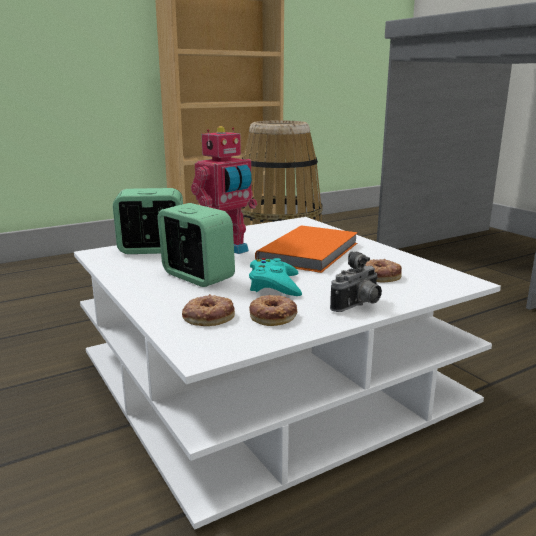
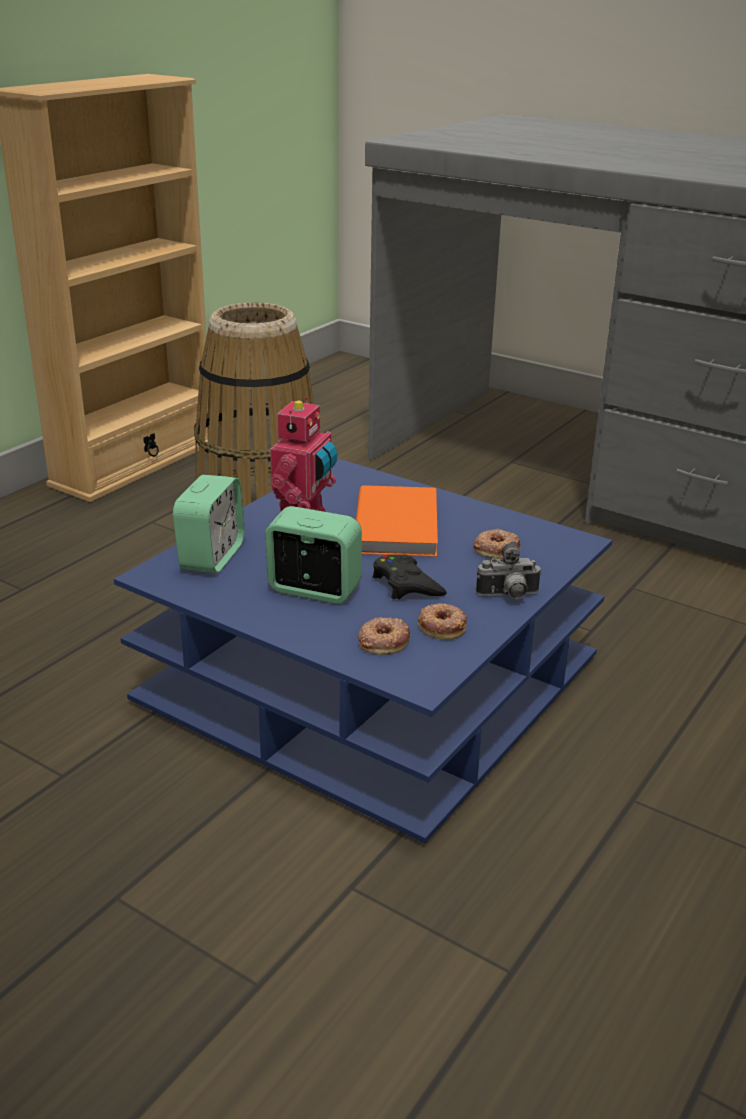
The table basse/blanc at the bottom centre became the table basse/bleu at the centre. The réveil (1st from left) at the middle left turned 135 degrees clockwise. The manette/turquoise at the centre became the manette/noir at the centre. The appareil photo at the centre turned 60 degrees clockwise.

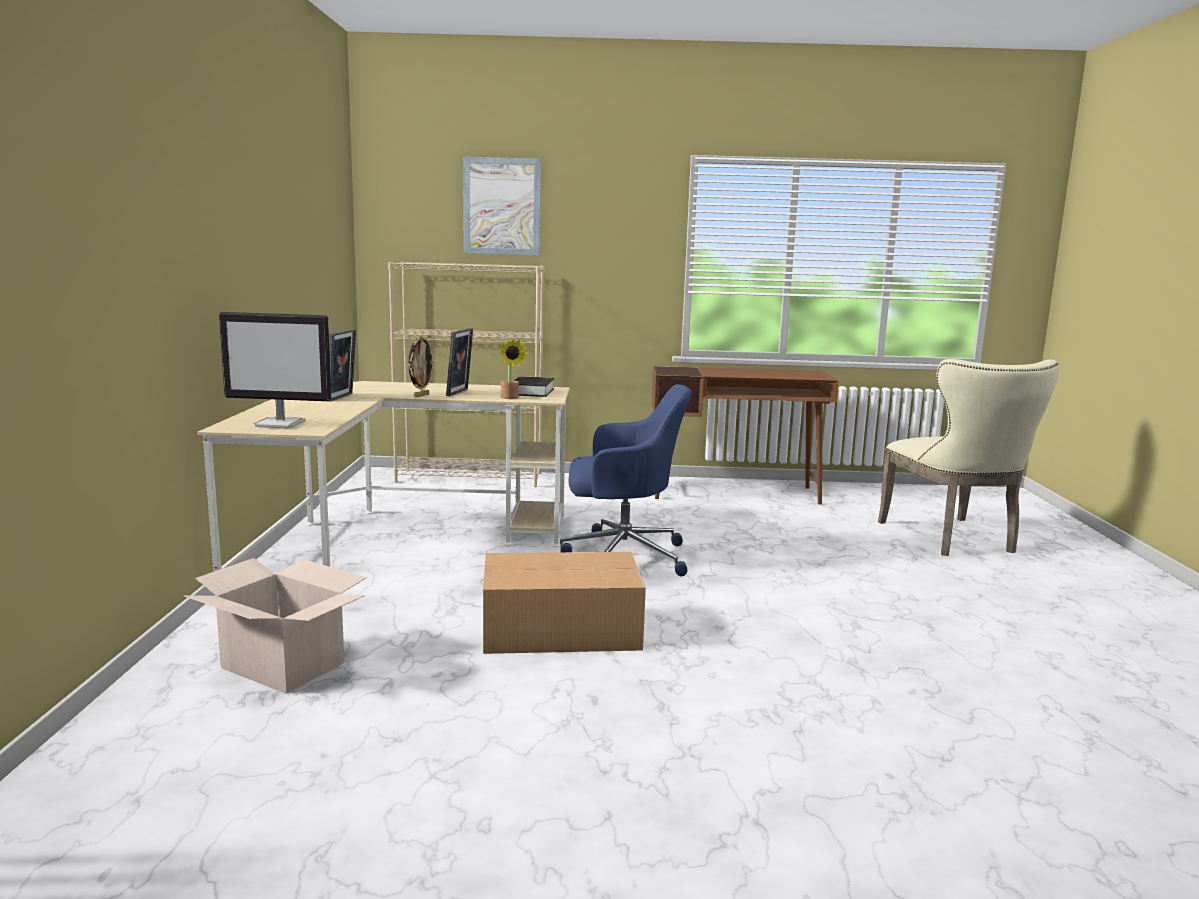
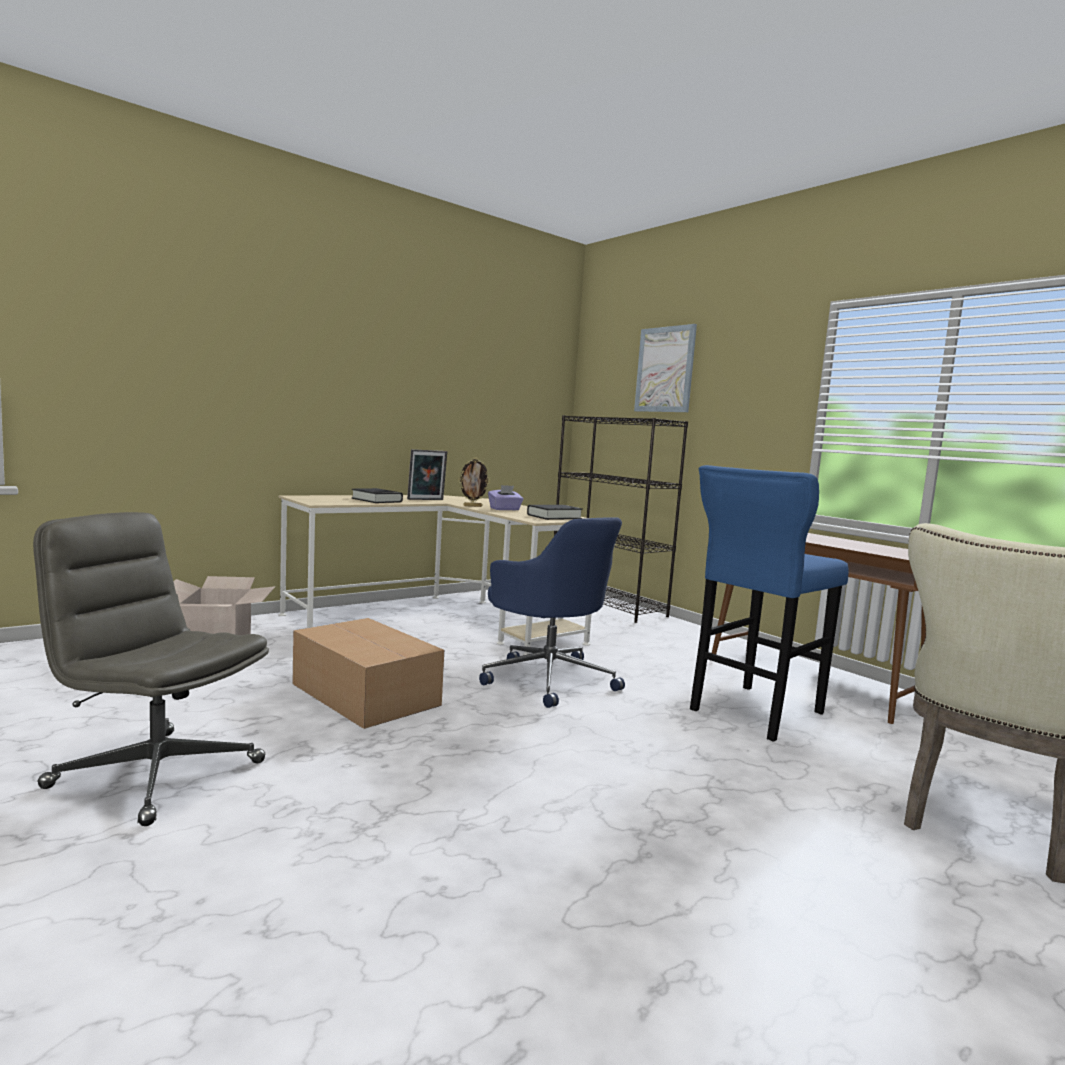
The chaise de bureau/gris at the middle left appeared. The livre/noir (1st from left) at the centre appeared. The cadre photo (3rd from left) at the centre was replaced by the boîte à mouchoirs/violet at the centre. The bibliothèque/beige at the centre became the bibliothèque/noir at the centre. The tabouret/bleu at the middle right appeared. The écran d'ordinateur at the middle left disappeared. The plante en pot at the centre disappeared.

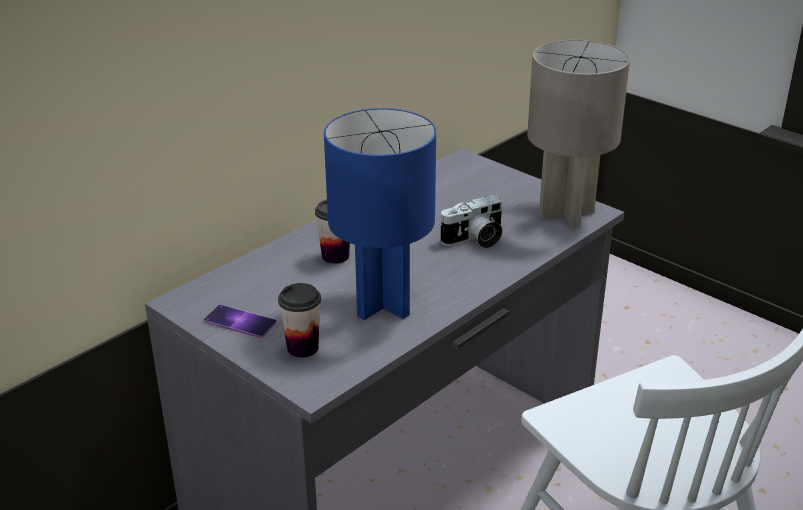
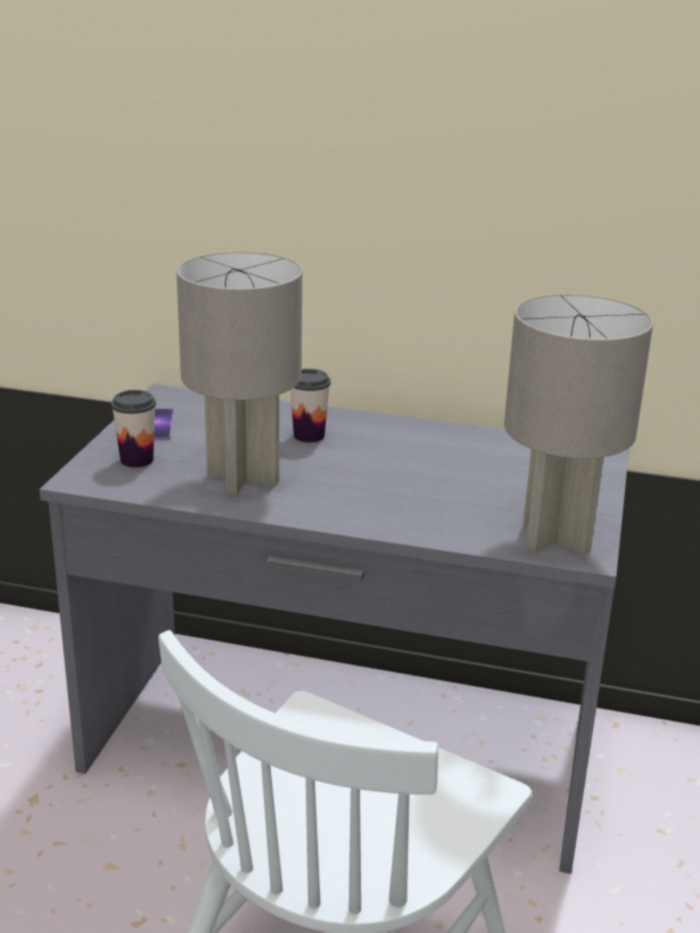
The lampe de table/bleu at the centre became the lampe de table/gris (1st from left) at the centre. The appareil photo at the centre disappeared.

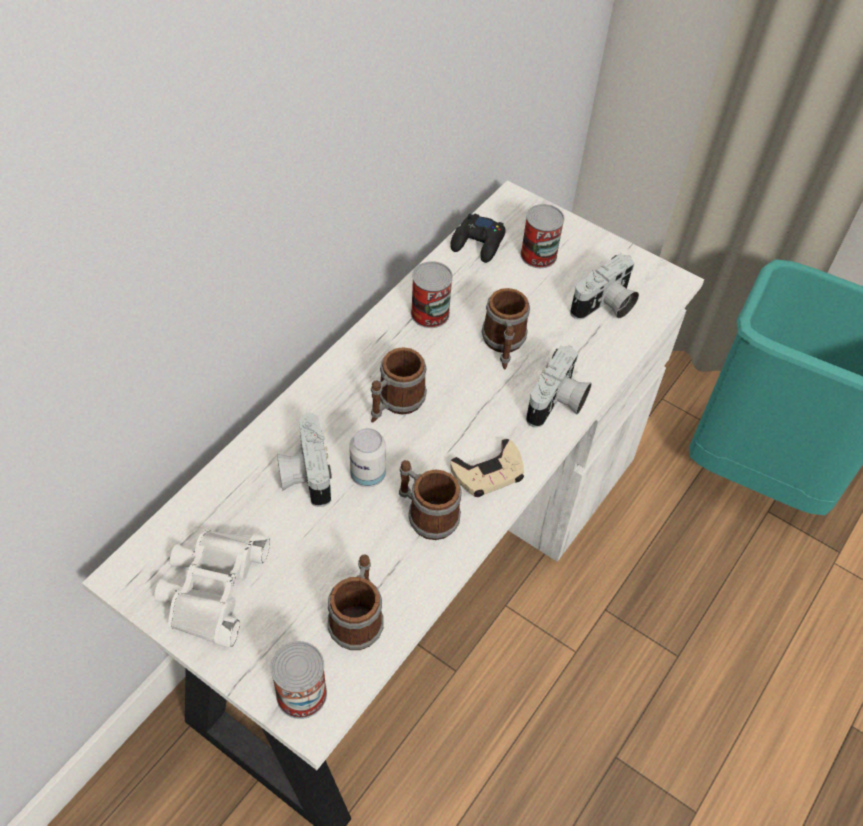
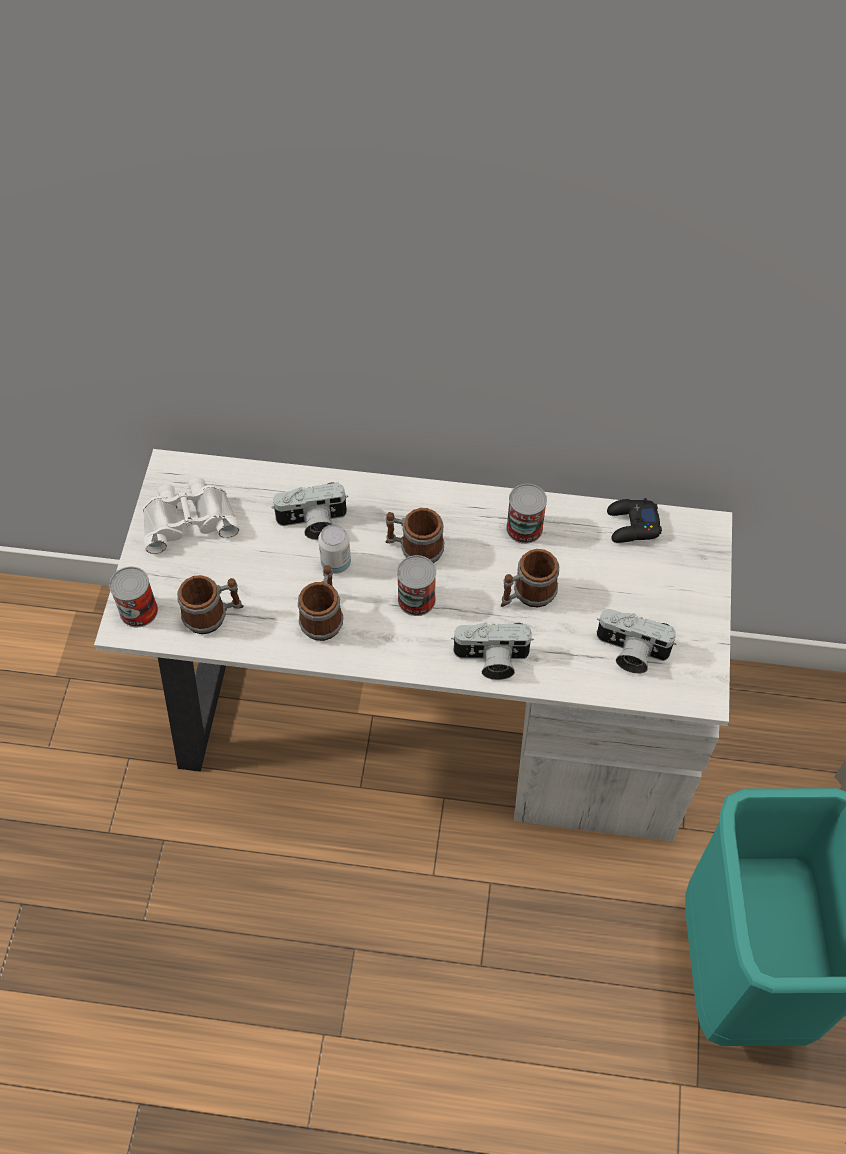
The appareil photo (1st from left) at the centre turned 150 degrees counterclockwise. The boîte métallique (4th from left in the first image) moved from the top centre to the centre. The manette/beige at the centre disappeared.

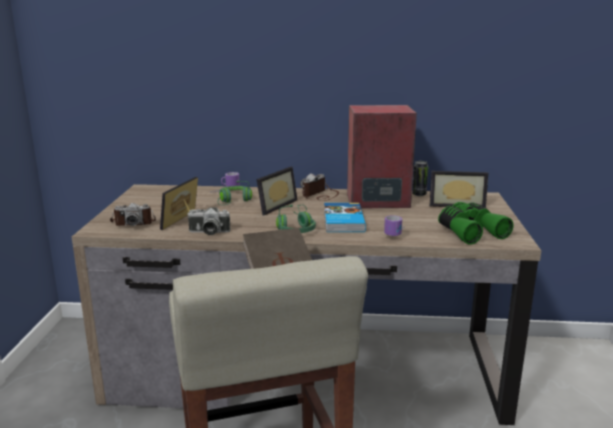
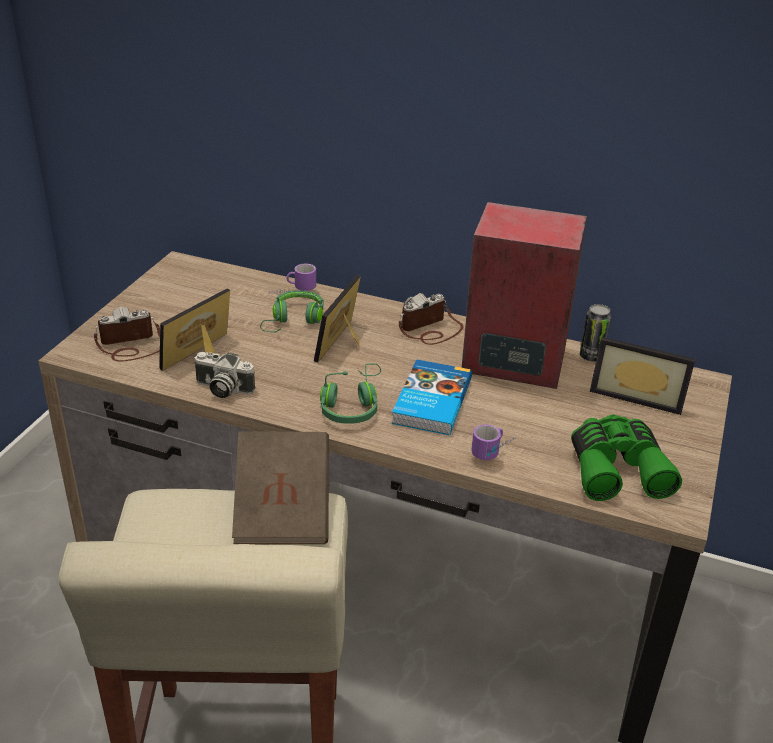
The appareil photo (1st from left) at the middle left turned 150 degrees clockwise. The cadre photo (2nd from left) at the centre turned 150 degrees clockwise.

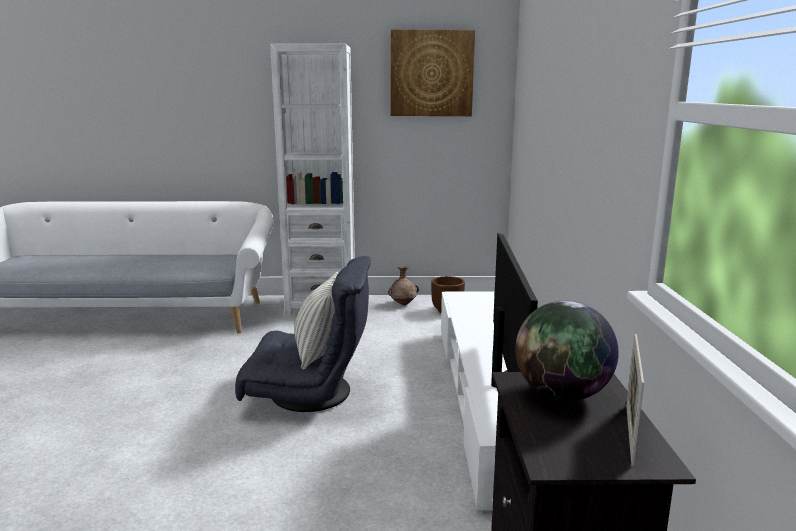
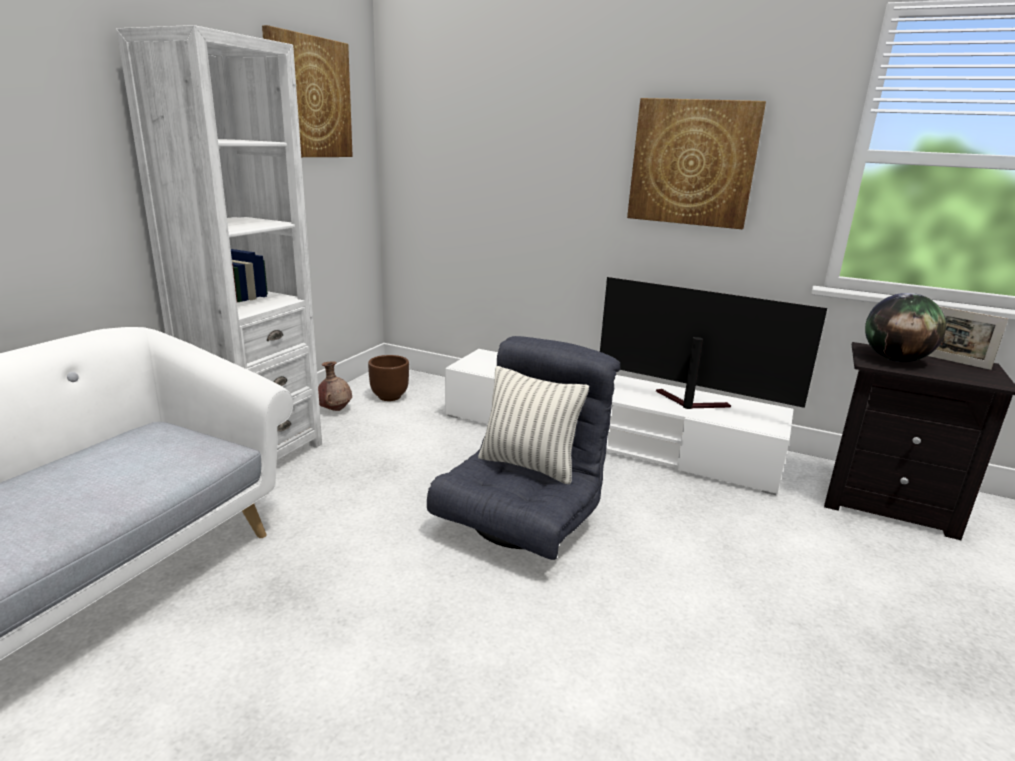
The tableau (2nd from left) at the top right appeared.

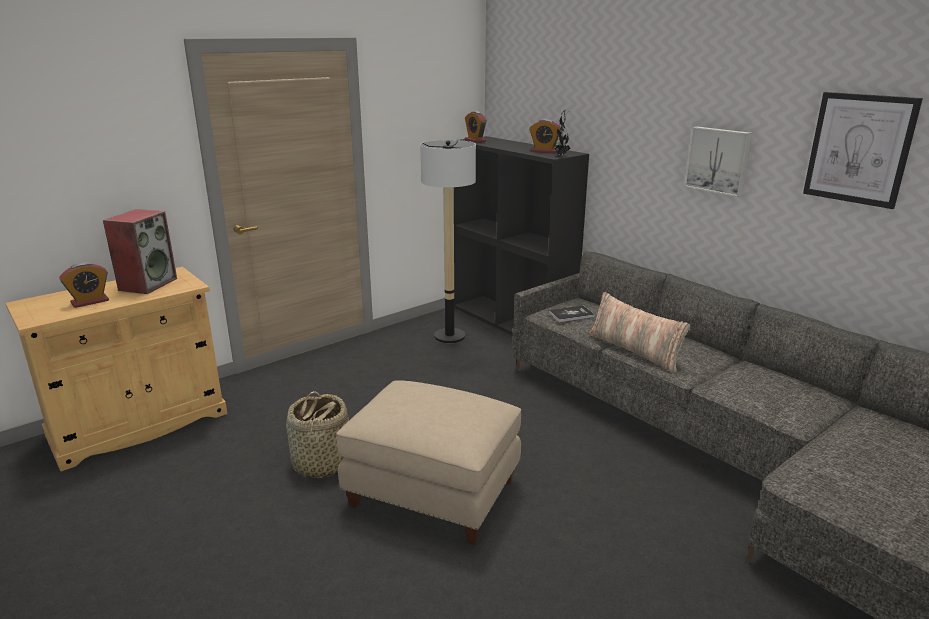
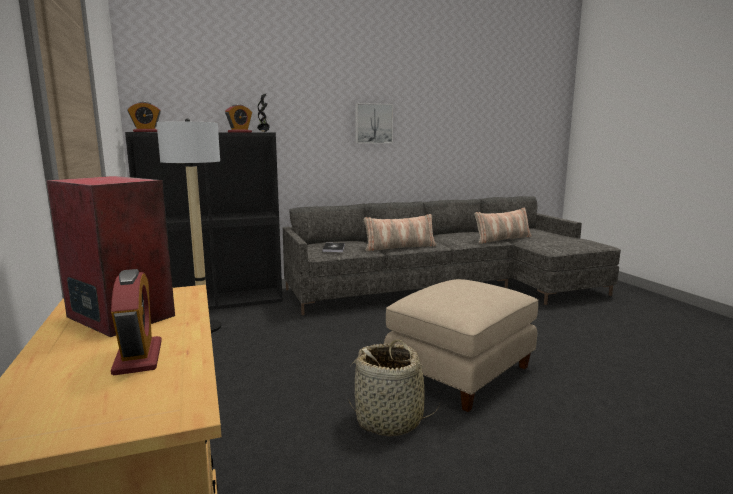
The coussin (2nd from left) at the middle right appeared. The tableau (2nd from left) at the top right disappeared.

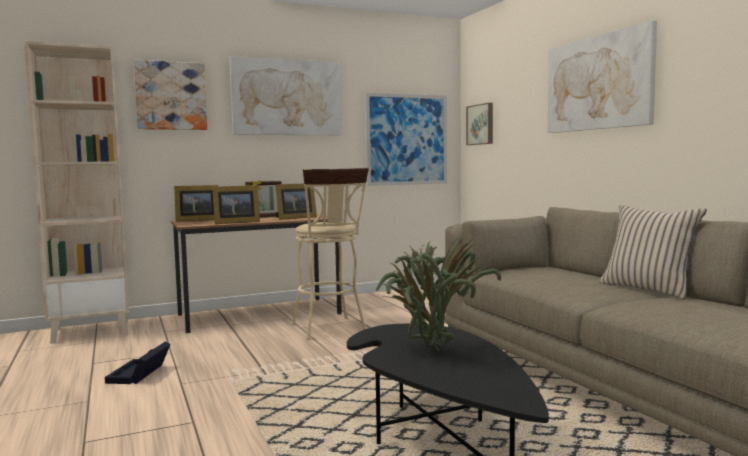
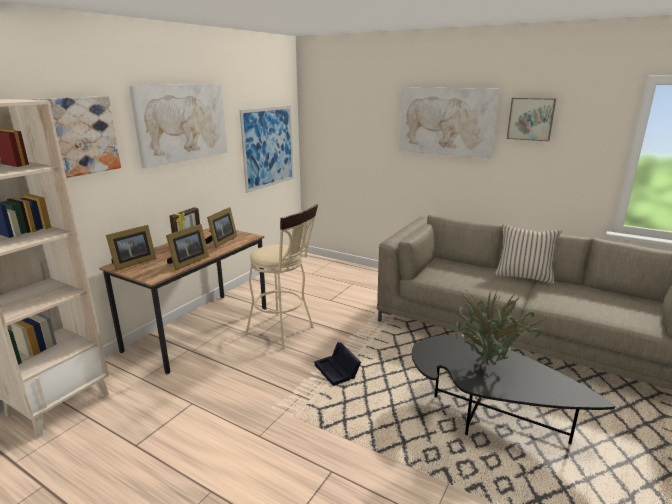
The boîte de rangement/noir moved from the bottom left to the bottom centre. The tableau (4th from left in the first image) moved from the top centre to the top right.

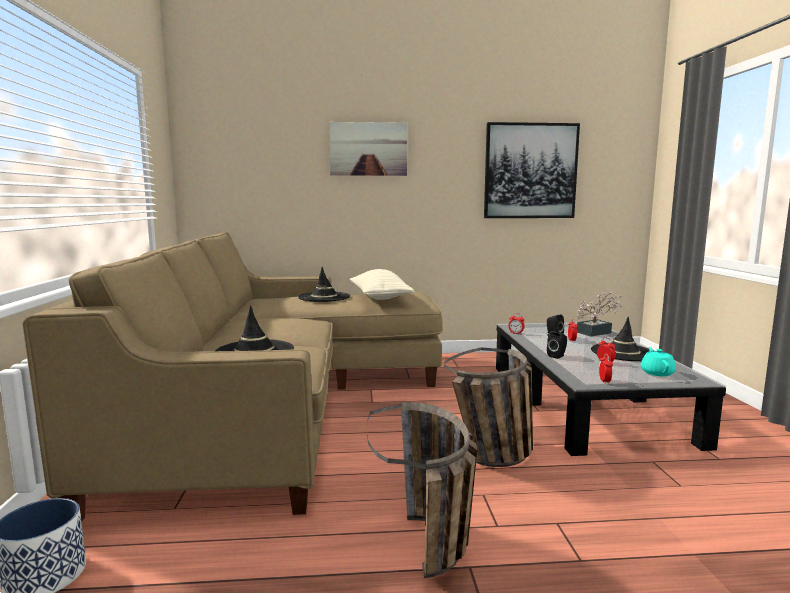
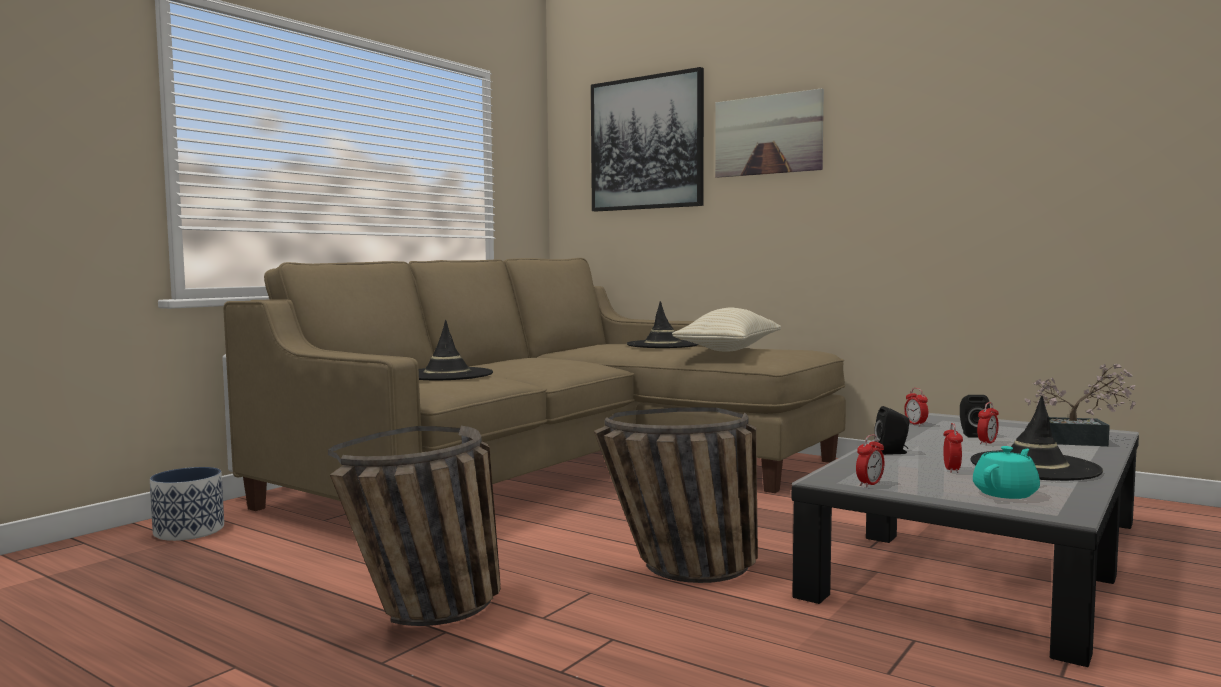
The tableau (2nd from left in the first image) moved from the top right to the top centre.

